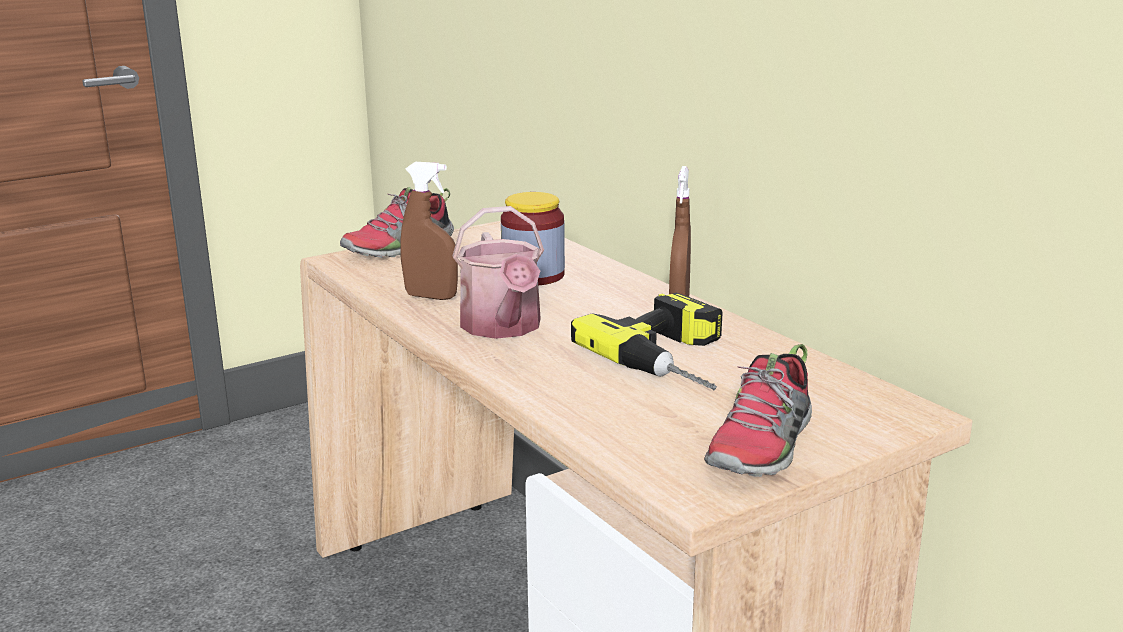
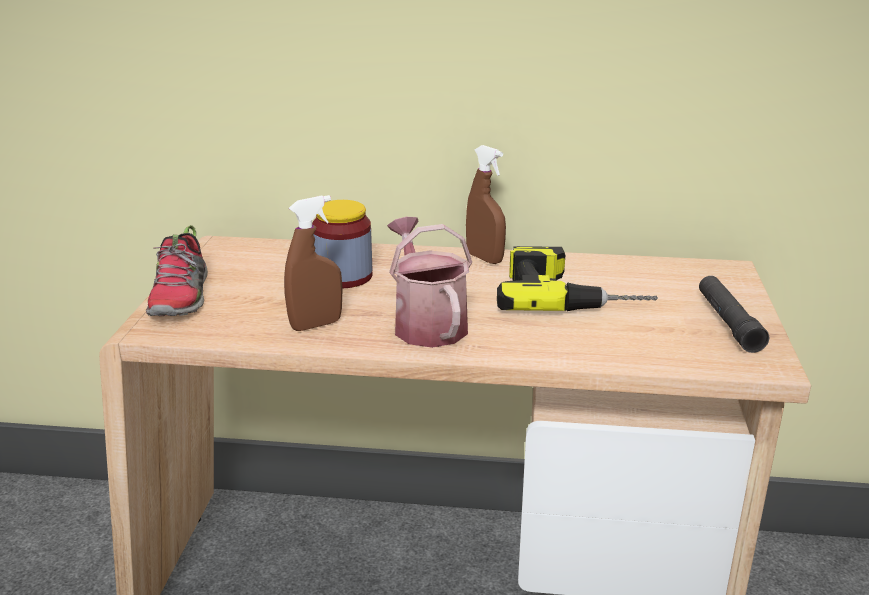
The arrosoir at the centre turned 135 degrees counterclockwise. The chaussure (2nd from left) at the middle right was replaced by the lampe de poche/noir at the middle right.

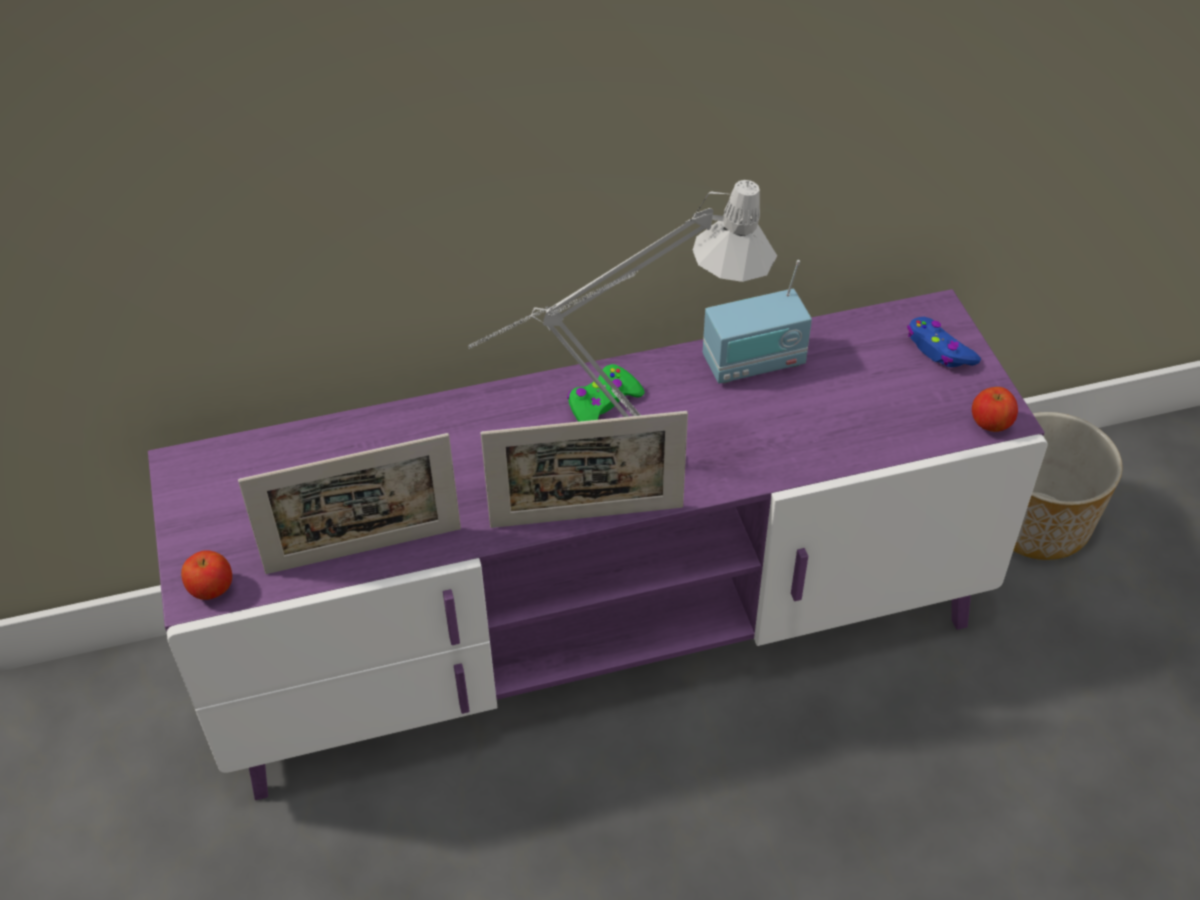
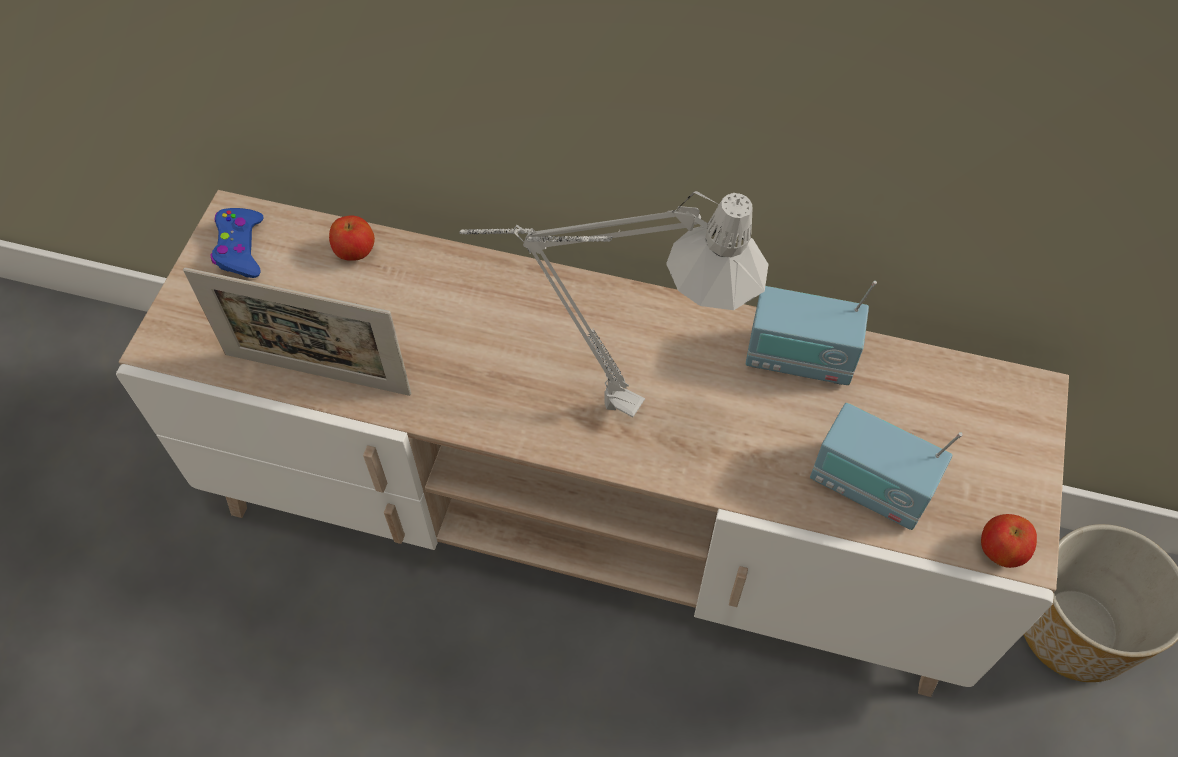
The meuble télé/violet at the centre became the meuble télé/beige at the centre. The manette/bleu moved from the middle right to the top left. The pomme (1st from left) moved from the middle left to the top left. The radio (2nd from left) at the middle right appeared. The cadre photo (2nd from left) at the centre disappeared. The manette/vert at the centre disappeared.

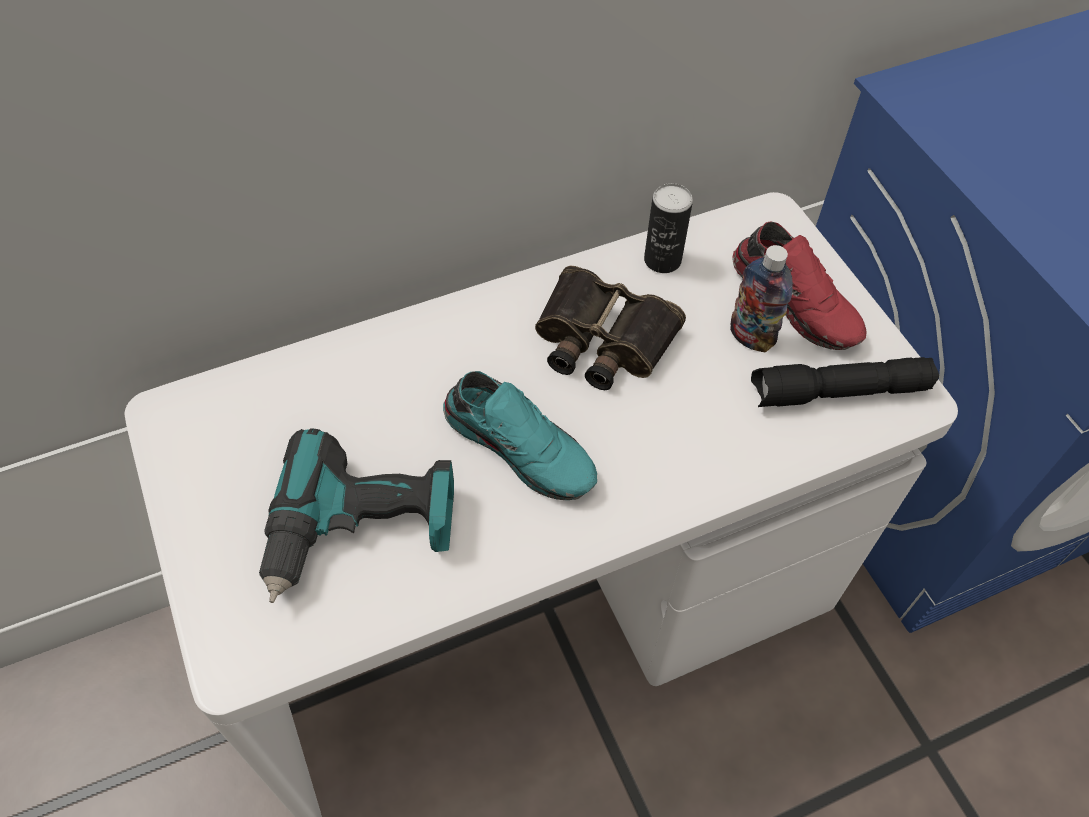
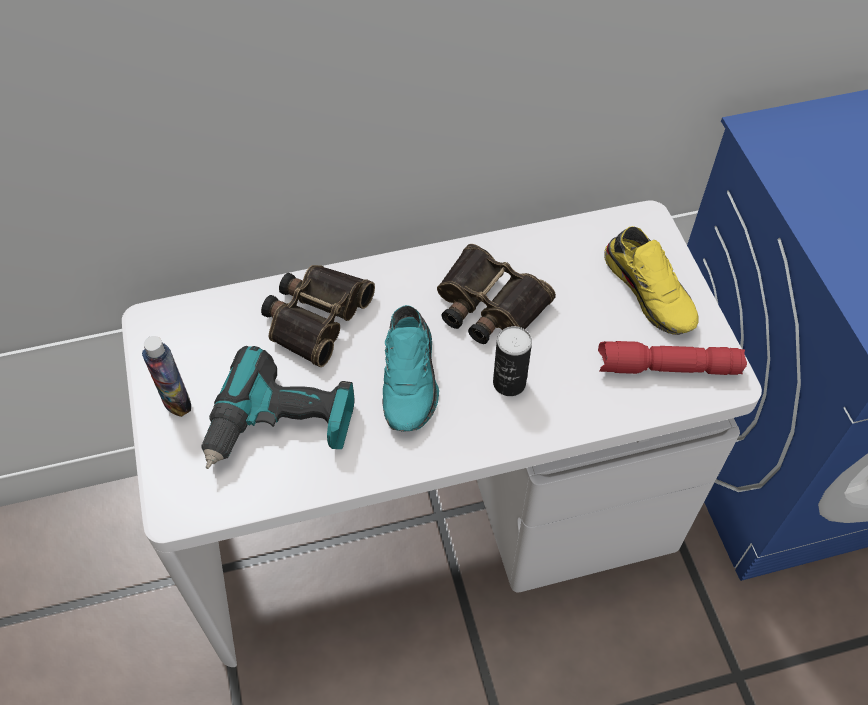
The bouteille moved from the middle right to the middle left. The jumelles (1st from left) at the centre appeared. The chaussure/turquoise at the centre turned 45 degrees clockwise. The boîte métallique moved from the top centre to the centre. The lampe de poche/noir at the middle right became the lampe de poche/rouge at the middle right. The chaussure/rouge at the middle right became the chaussure/jaune at the middle right.

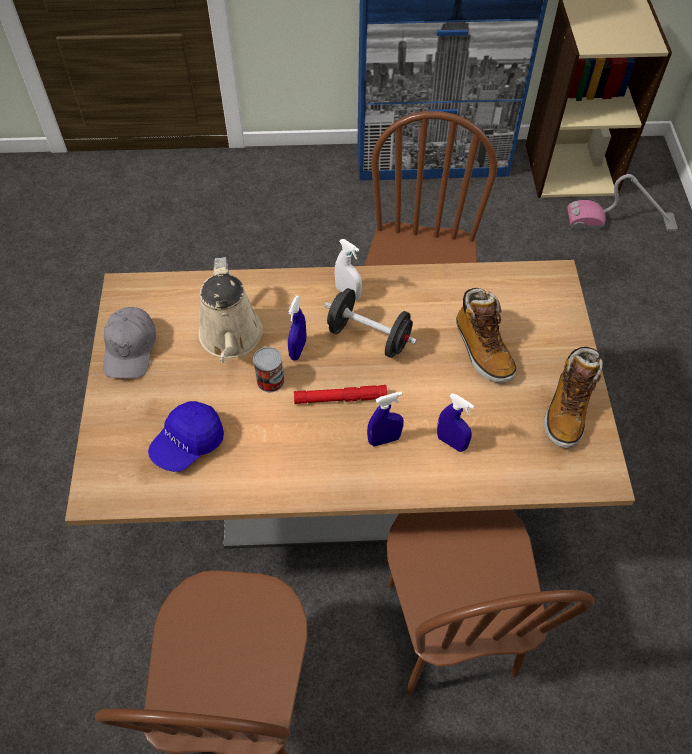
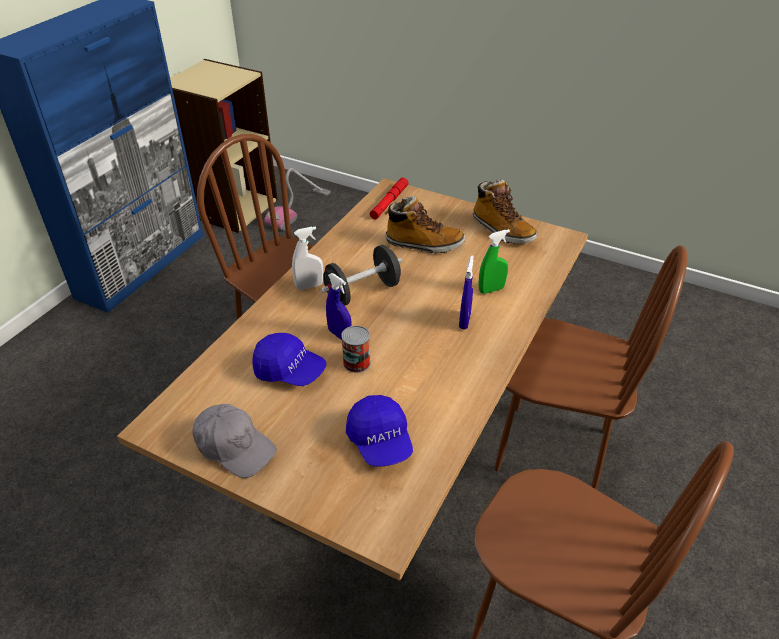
The arrosoir/beige at the centre was replaced by the casquette/bleu (1st from left) at the centre. The lampe de poche/rouge moved from the centre to the top centre. The vaporisateur/bleu (3rd from left) at the centre became the vaporisateur/vert at the centre.

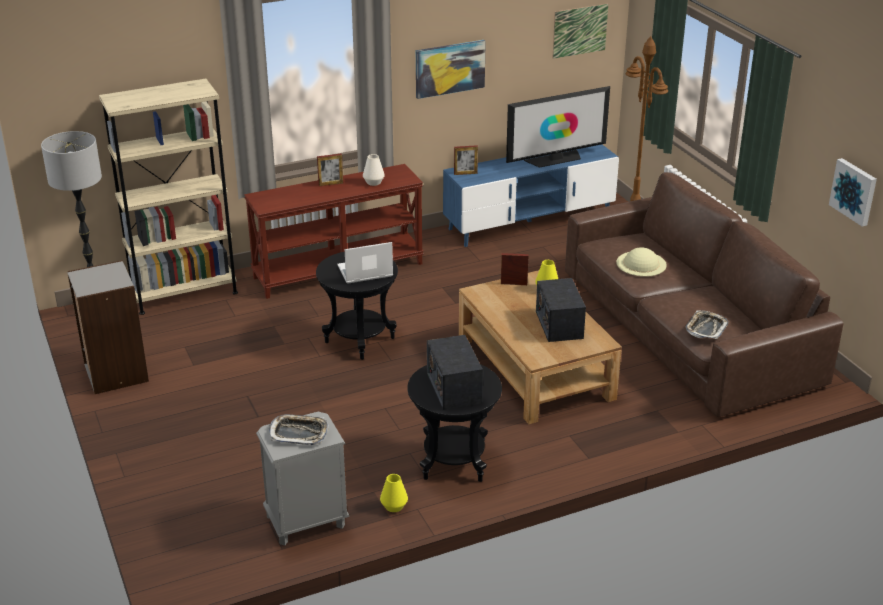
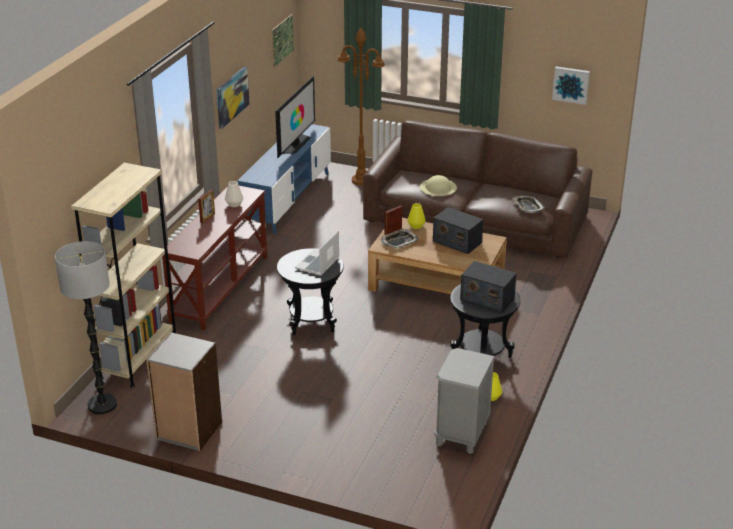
The plateau (1st from left) moved from the bottom centre to the centre. The cadre photo (2nd from left) at the top centre disappeared.

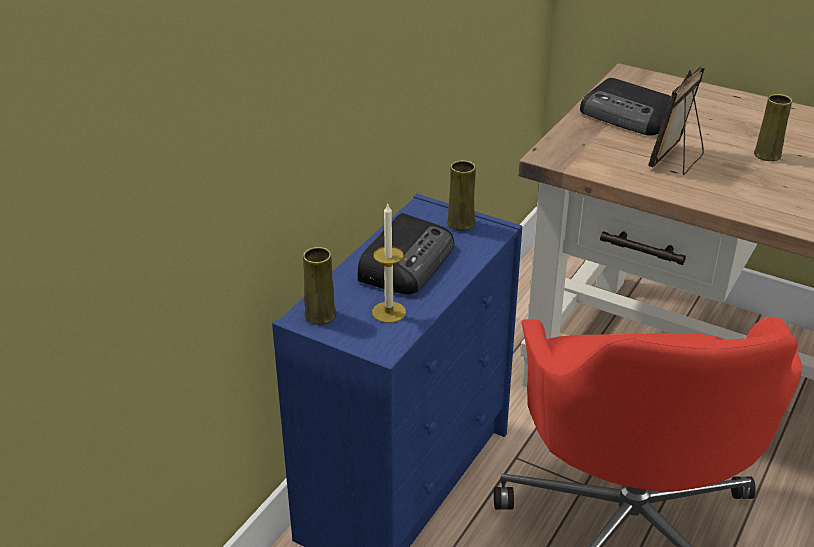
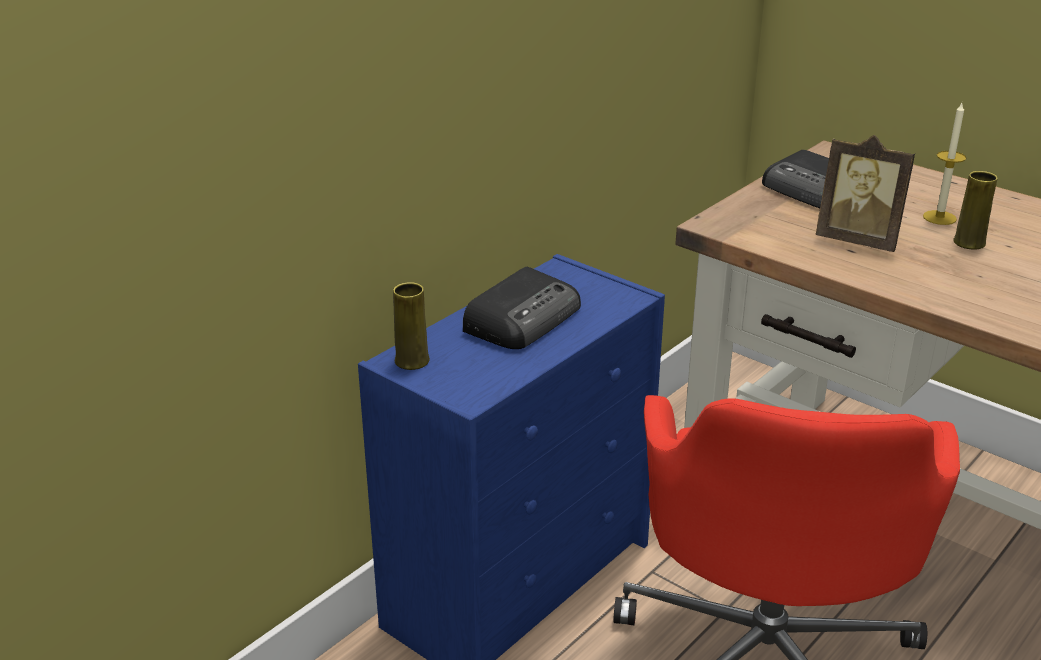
The cadre photo at the top right turned 105 degrees counterclockwise. The bougie moved from the centre to the top right. The vase/jaune (2nd from left) at the centre disappeared.

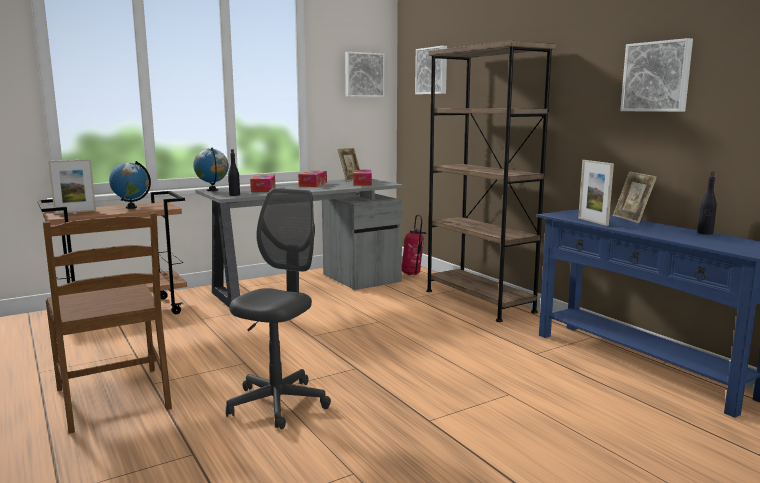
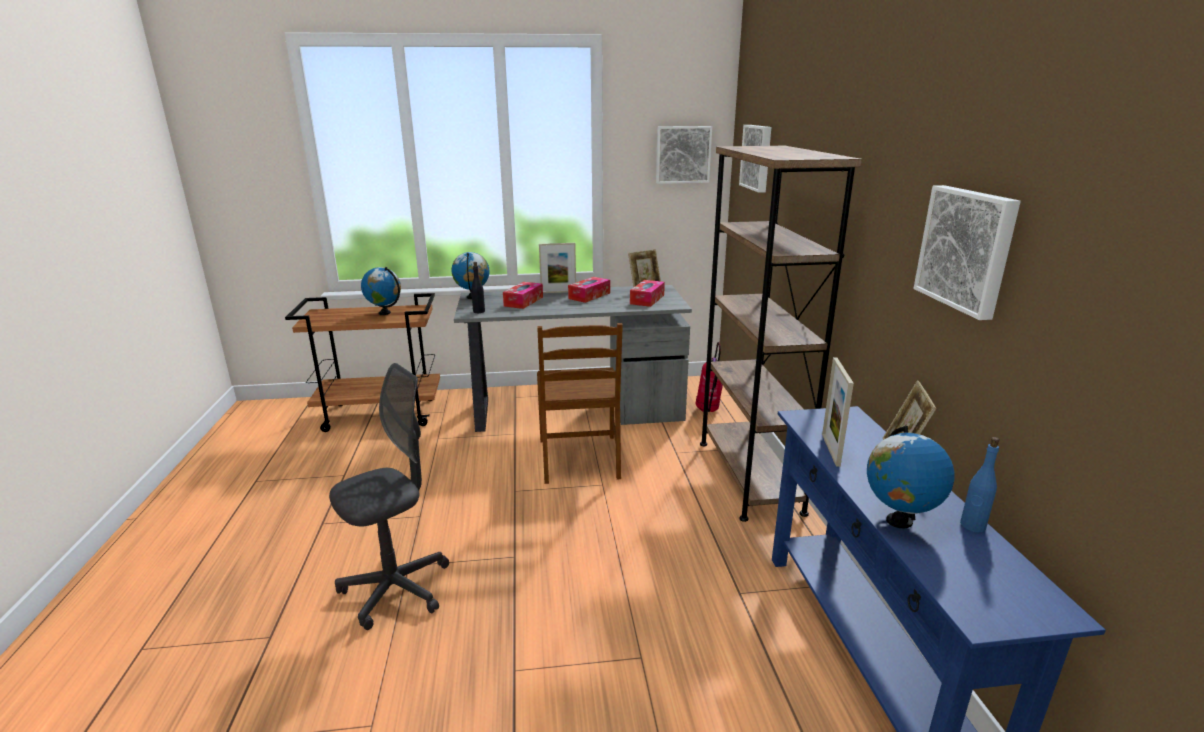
The chaise/marron moved from the bottom left to the centre. The cadre photo (1st from left) moved from the middle left to the centre. The globe (3rd from left) at the middle right appeared. The bouteille/noir (2nd from left) at the middle right became the bouteille/bleu at the middle right.

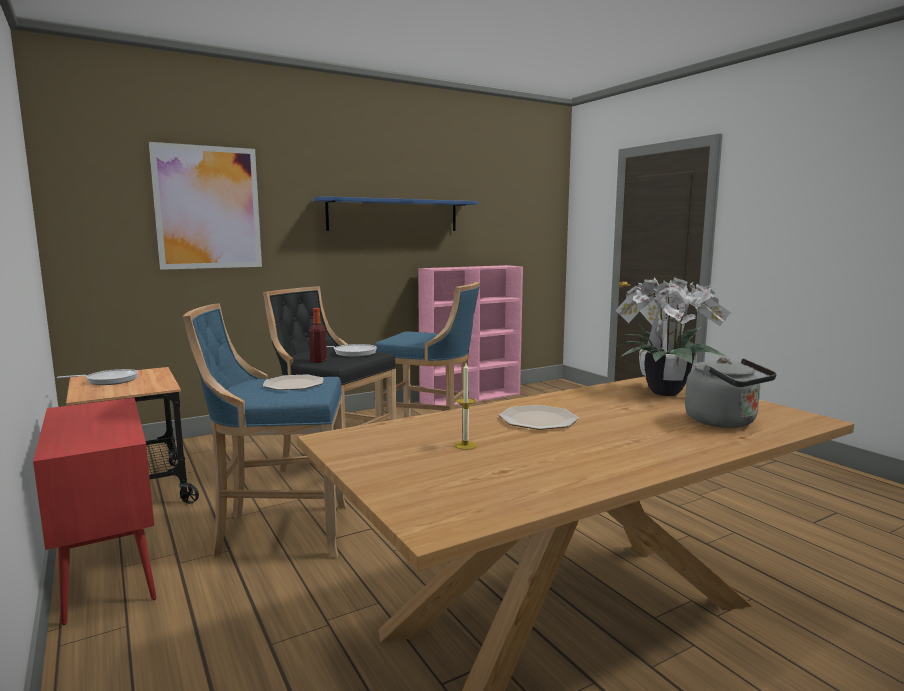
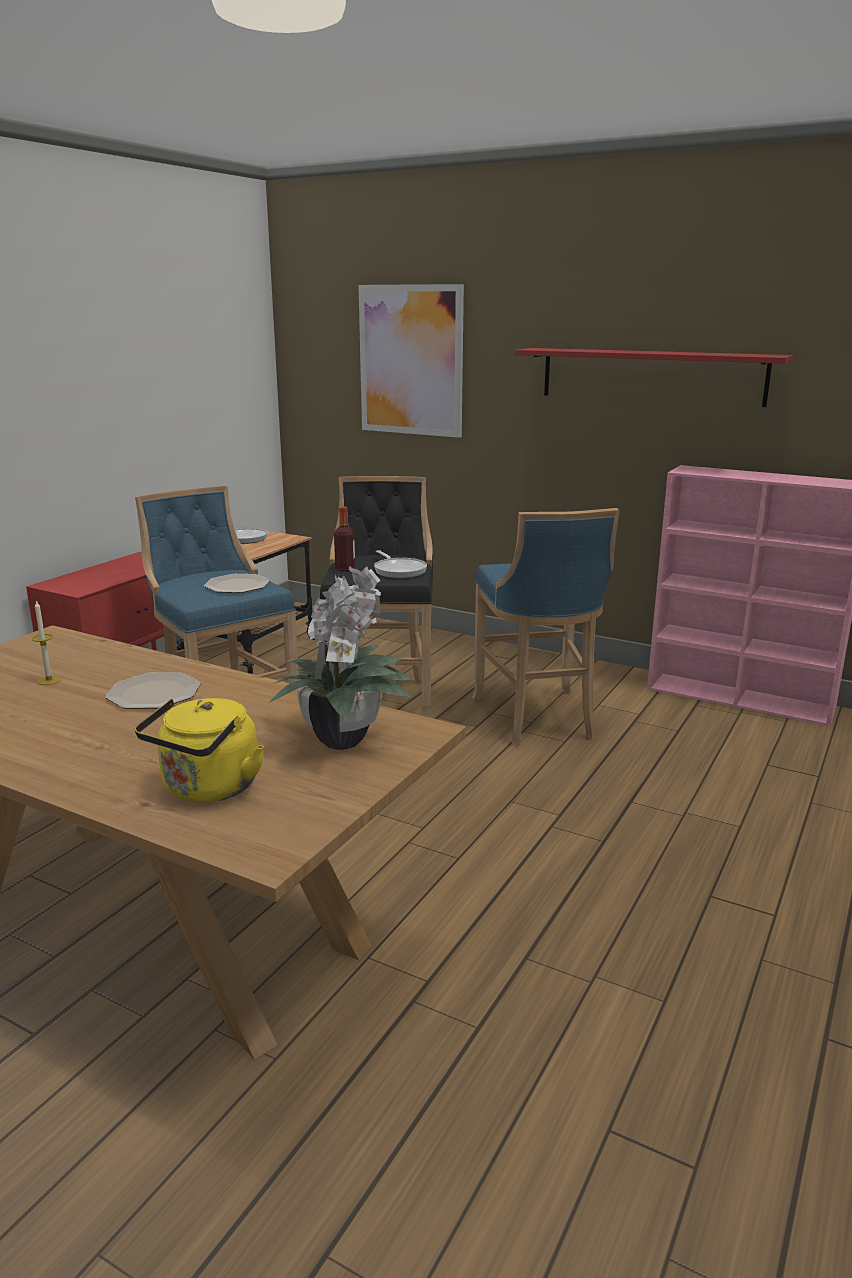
The bouilloire/gris at the middle right became the bouilloire/jaune at the middle left. The étagère/bleu at the top centre became the étagère/rouge at the top right.

